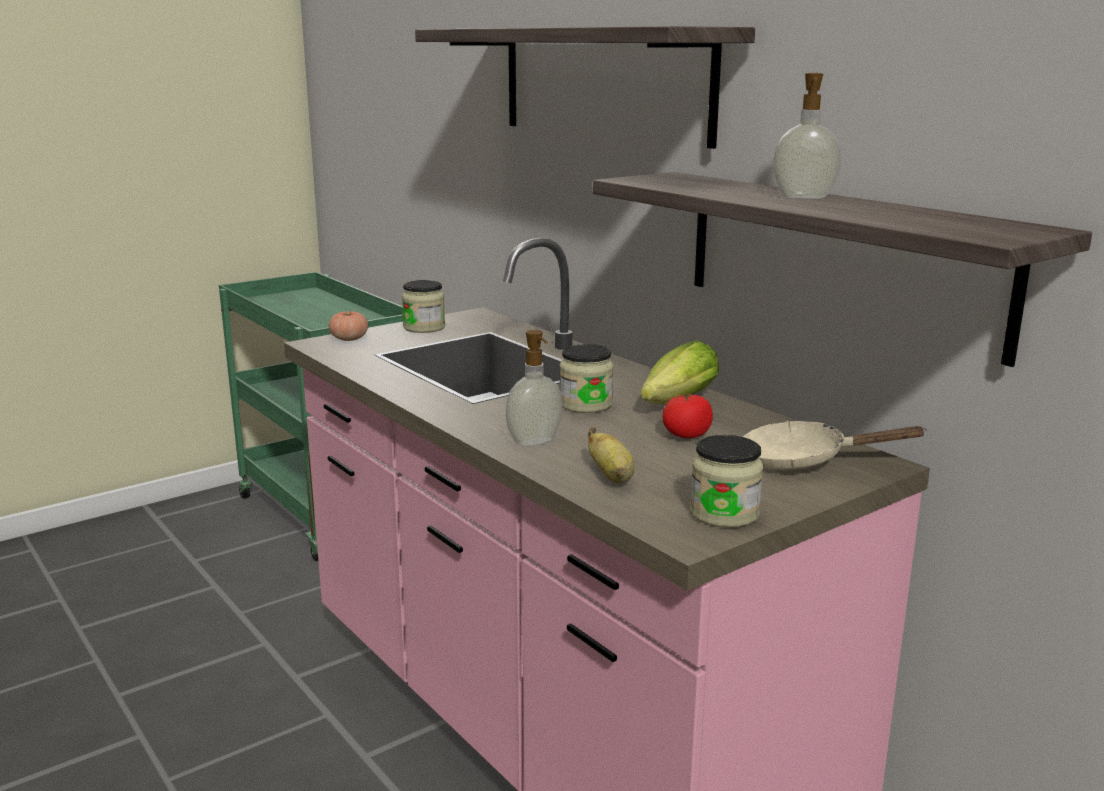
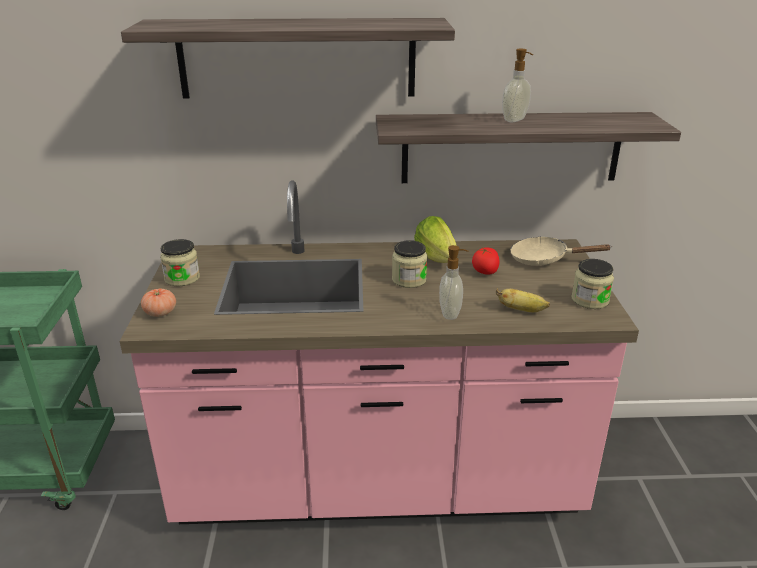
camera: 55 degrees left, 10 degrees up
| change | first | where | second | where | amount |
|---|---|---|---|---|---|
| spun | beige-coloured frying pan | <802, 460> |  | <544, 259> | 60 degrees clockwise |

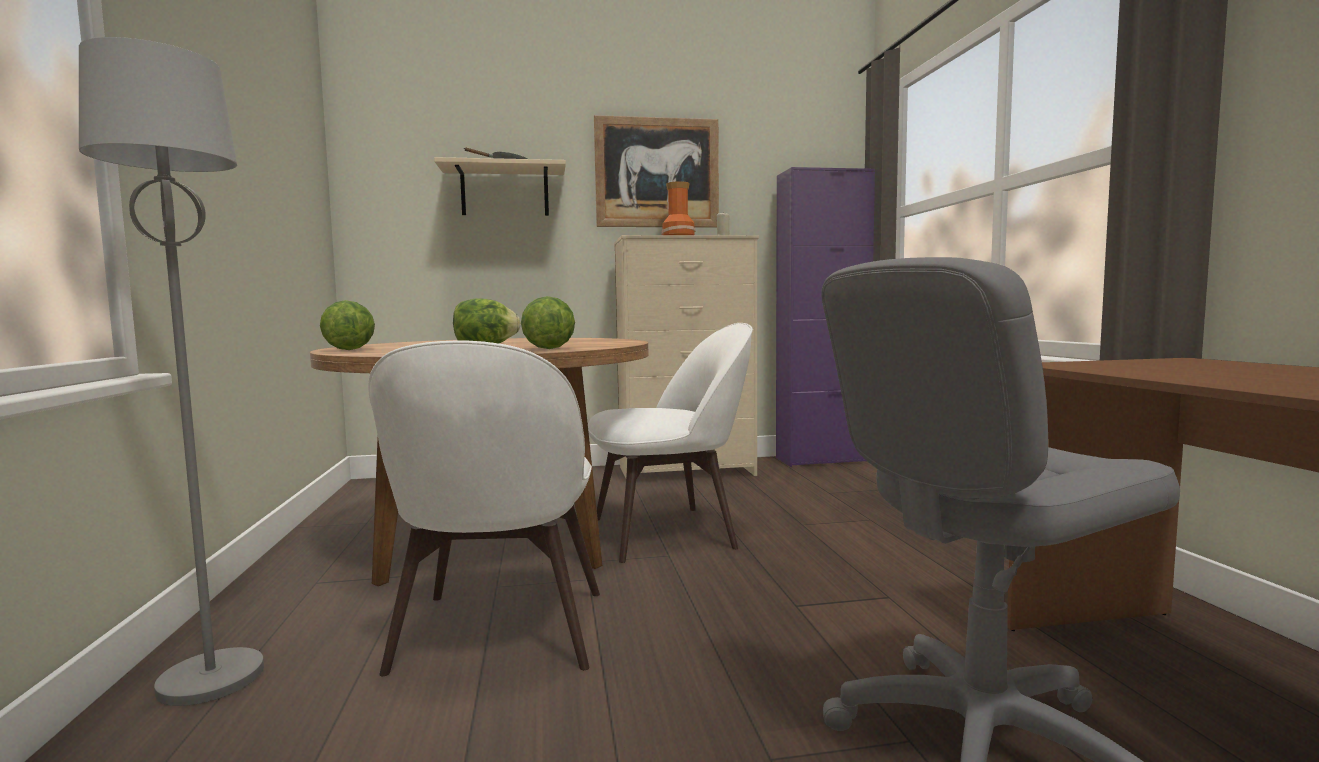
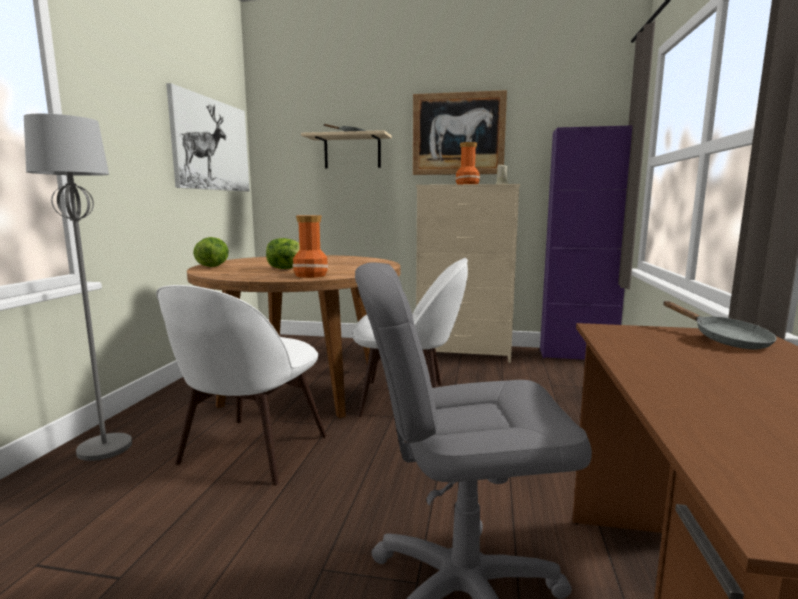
camera: 20 degrees right, 5 degrees up
| change | first | where | second | where | amount |
|---|---|---|---|---|---|
| exchanged | lettuce | <548, 348> | flower vase | <310, 275> |  |
| appeared |  |  | wall art | <211, 145> |  |
| appeared |  |  | greyish frying pan | <724, 340> |  |

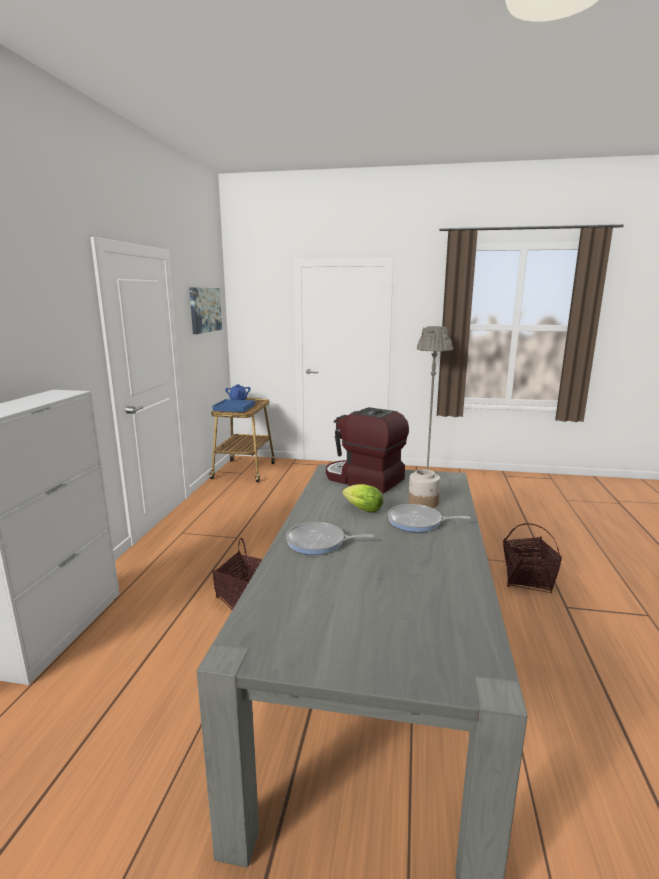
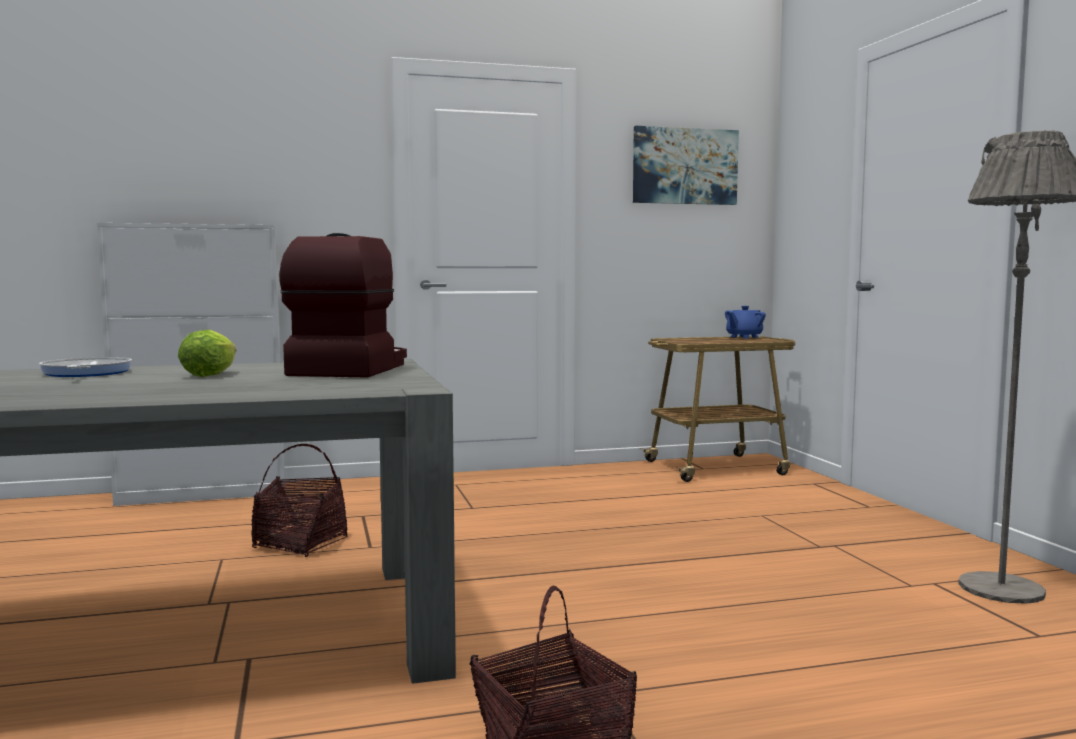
camera: 65 degrees right, 10 degrees down
| change | first | where | second | where | amount |
|---|---|---|---|---|---|
| missing | blue-coloured carrying tray | <234, 408> |  |  |  |
| missing | frying pan | <418, 522> |  |  |  |
| missing | jar | <423, 502> |  |  |  |

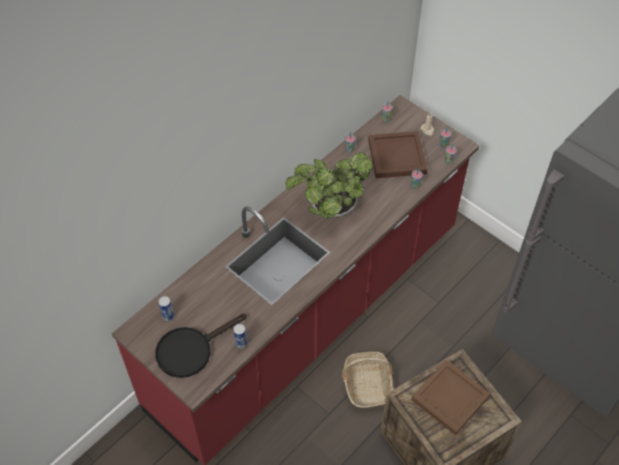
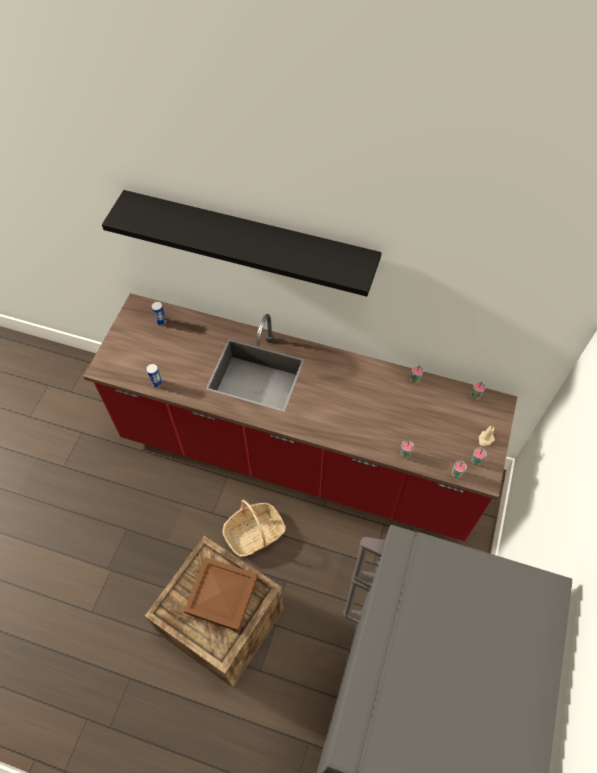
camera: 65 degrees right, 5 degrees up
| change | first | where | second | where | amount |
|---|---|---|---|---|---|
| missing | black-coloured frying pan | <191, 349> |  |  |  |
| missing | plant in a pot | <329, 209> |  |  |  |
| missing | brown-coloured carrying tray | <397, 156> |  |  |  |
| appeared |  |  | black-coloured bracket shelf | <250, 237> |  |

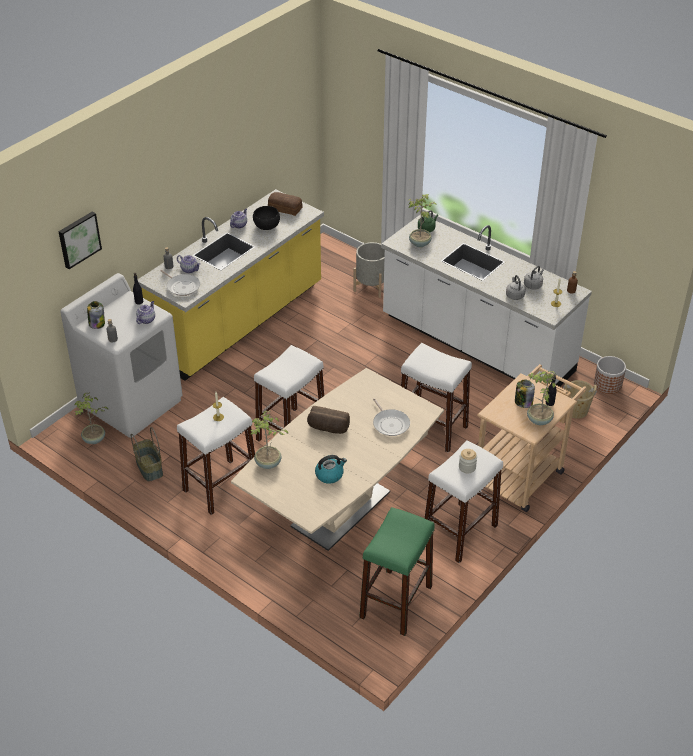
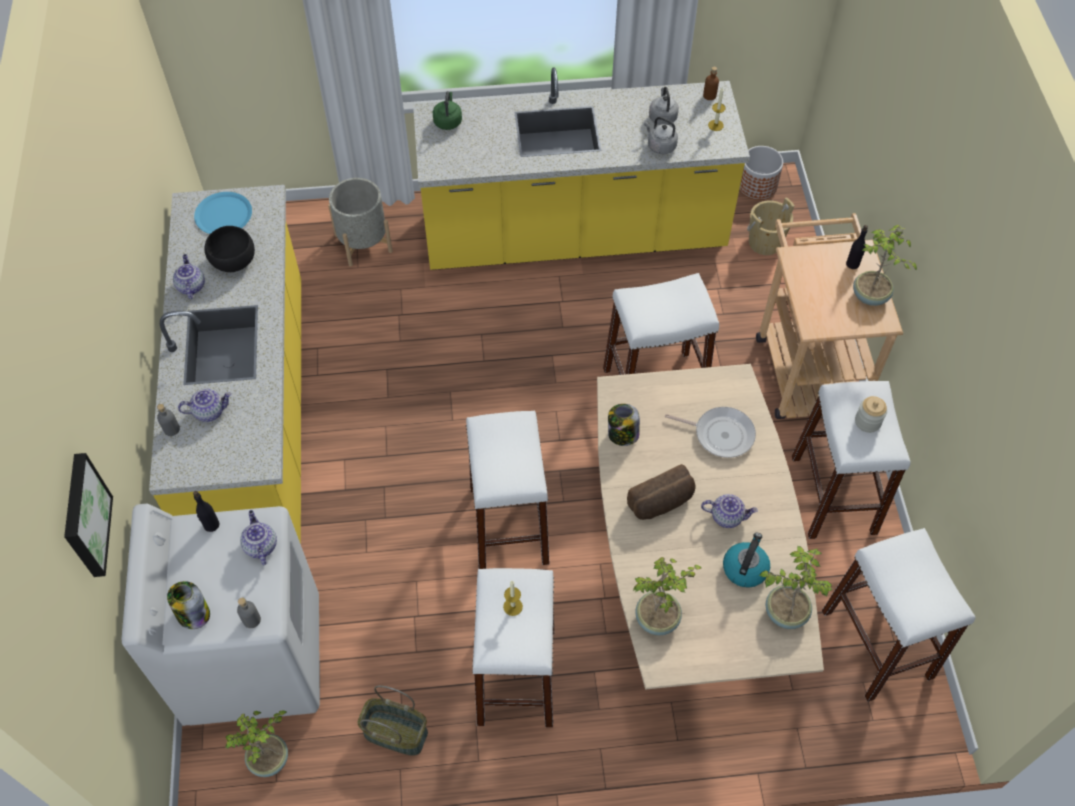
camera: 45 degrees left, 15 degrees up
| change | first | where | second | where | amount |
|---|---|---|---|---|---|
| missing | frying pan | <182, 286> |  |  |  |
| exchanged | bakery bread | <285, 208> | blue-coloured flat dish | <223, 214> |  |
| colour | green sitting stool | <396, 602> | white sitting stool | <877, 644> |  |
| colour | white counter | <476, 345> | yellow-coloured counter | <574, 237> |  |
| relocated | plant in a pot | <420, 243> |  | <785, 611> |  |
| relocated | jar | <523, 402> |  | <622, 435> |  |
| appeared |  |  | pot for tea | <727, 516> |  |

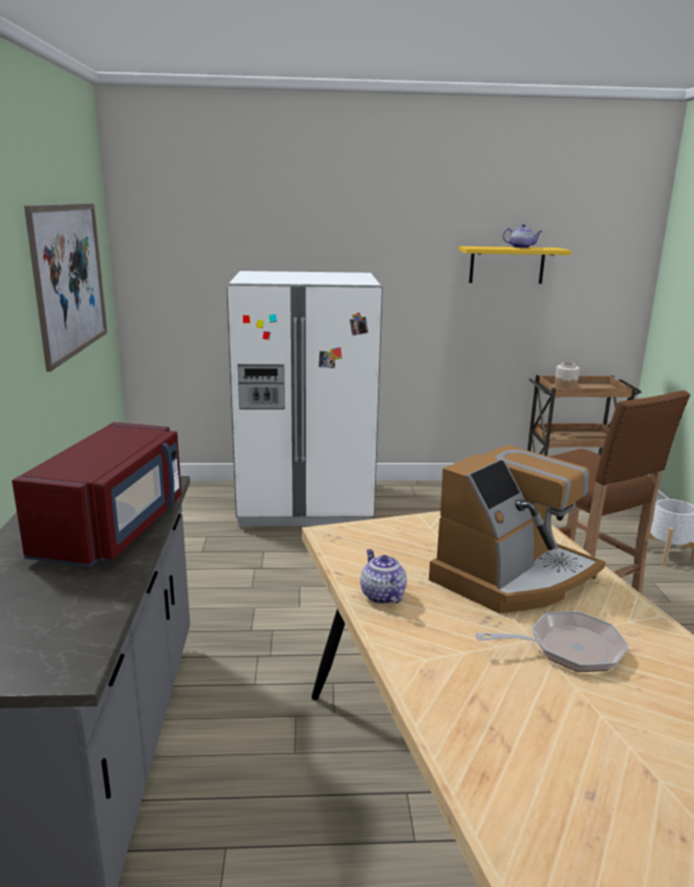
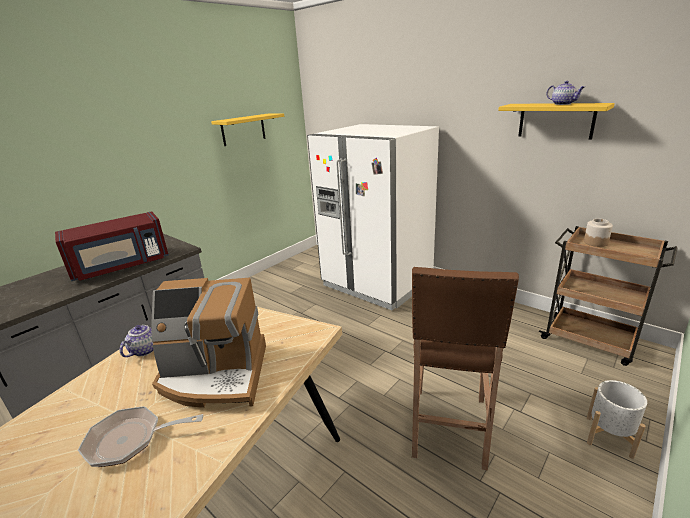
camera: 45 degrees right, 5 degrees up
| change | first | where | second | where | amount |
|---|---|---|---|---|---|
| exchanged | wall art | <70, 279> | yellow-coloured bracket shelf | <243, 129> |  |
| spun | frying pan | <567, 649> |  | <130, 440> | 135 degrees clockwise |

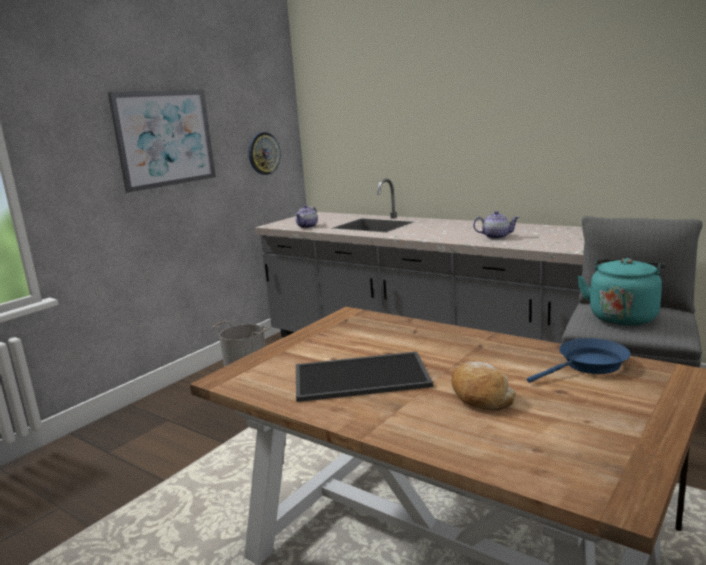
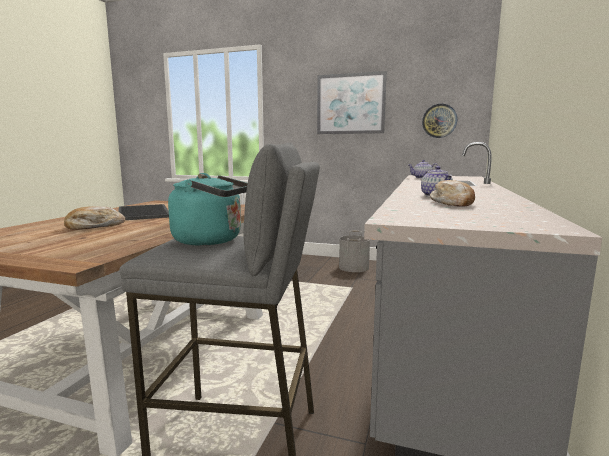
camera: 70 degrees right, 5 degrees down
| change | first | where | second | where | amount |
|---|---|---|---|---|---|
| missing | blue-coloured frying pan | <588, 365> |  |  |  |
| appeared |  |  | bakery bread | <452, 203> |  |

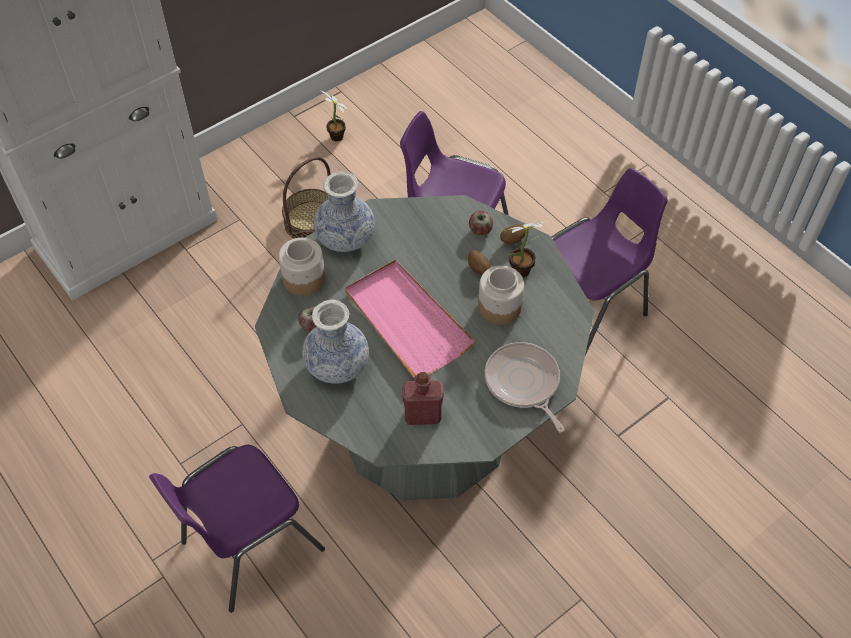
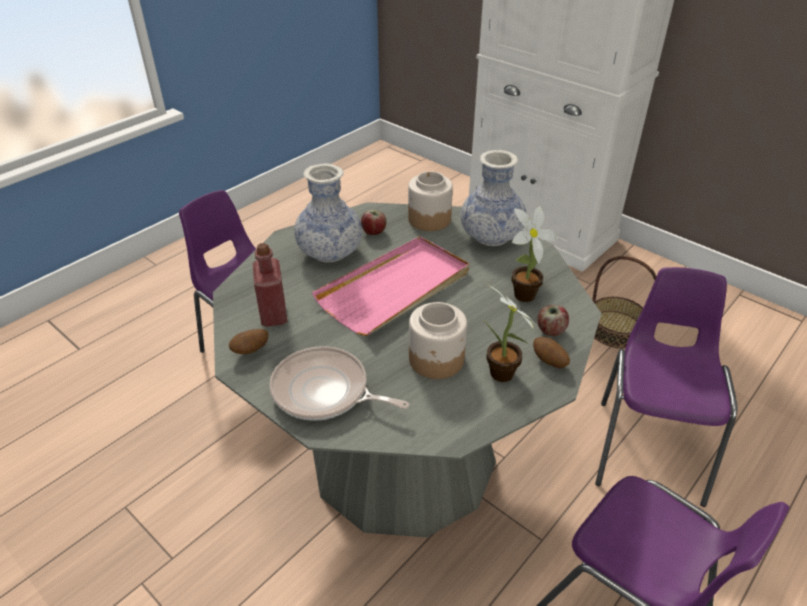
camera: 80 degrees right, 15 degrees down
| change | first | where | second | where | amount |
|---|---|---|---|---|---|
| relocated | plant in a pot | <337, 138> |  | <521, 296> |  |
| relocated | potato | <478, 269> |  | <251, 351> |  |
| spun | frying pan | <523, 383> |  | <325, 392> | 120 degrees counterclockwise |

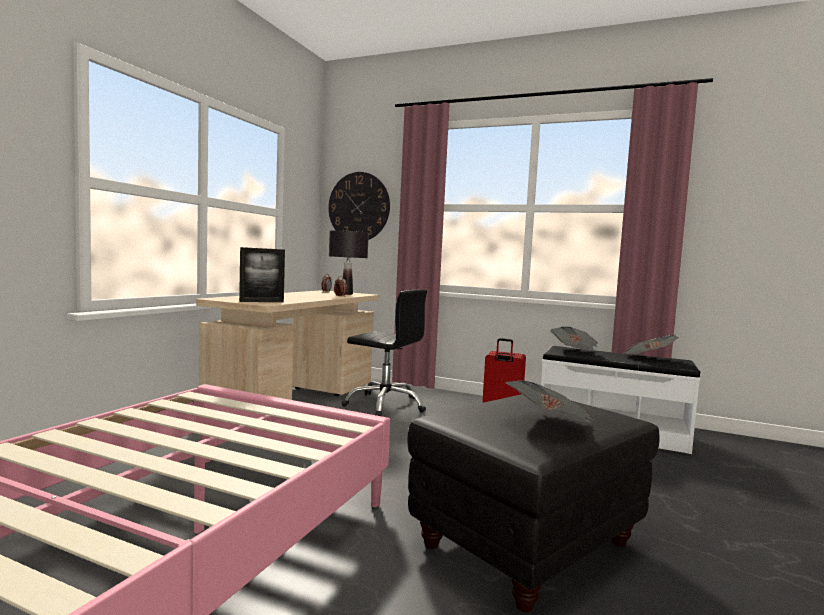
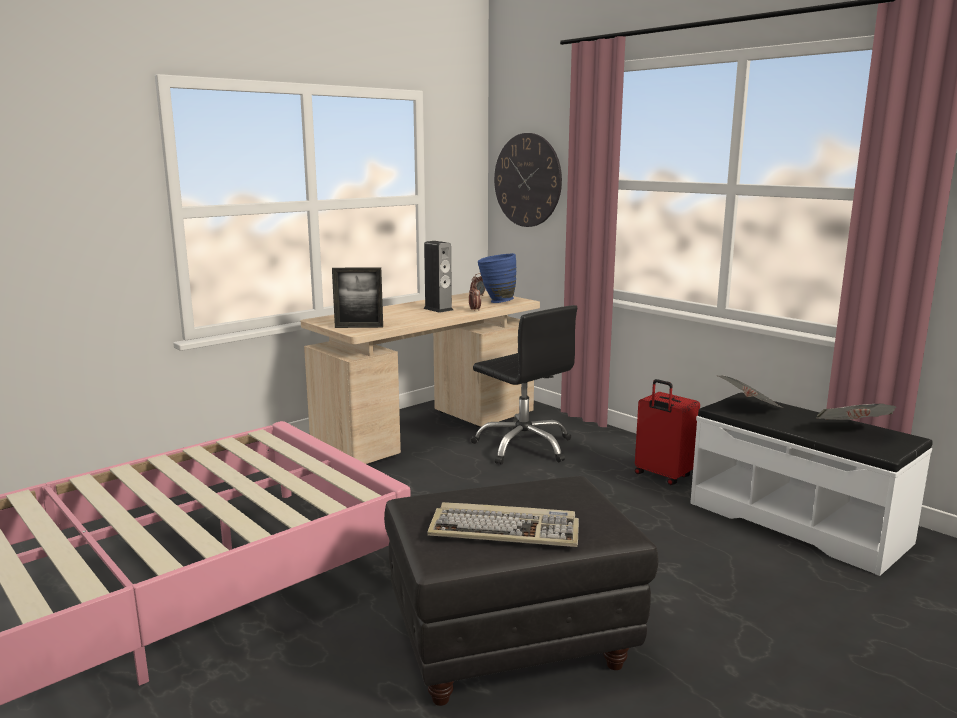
camera: 25 degrees right, 10 degrees up
| change | first | where | second | where | amount |
|---|---|---|---|---|---|
| exchanged | black-coloured lamp for a table | <347, 294> | blue-coloured flower vase | <496, 302> |  |
| exchanged | daily paper | <550, 426> | PC keyboard | <505, 530> |  |
| appeared |  |  | speaker | <438, 309> |  |

